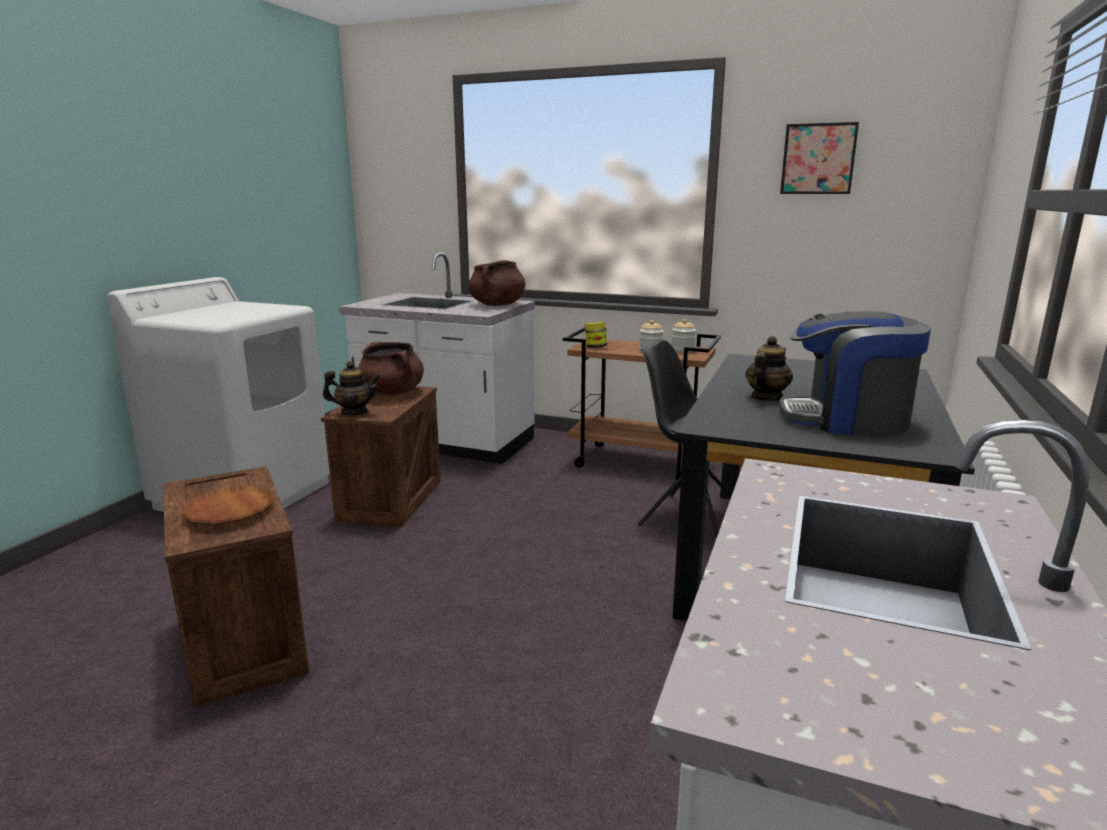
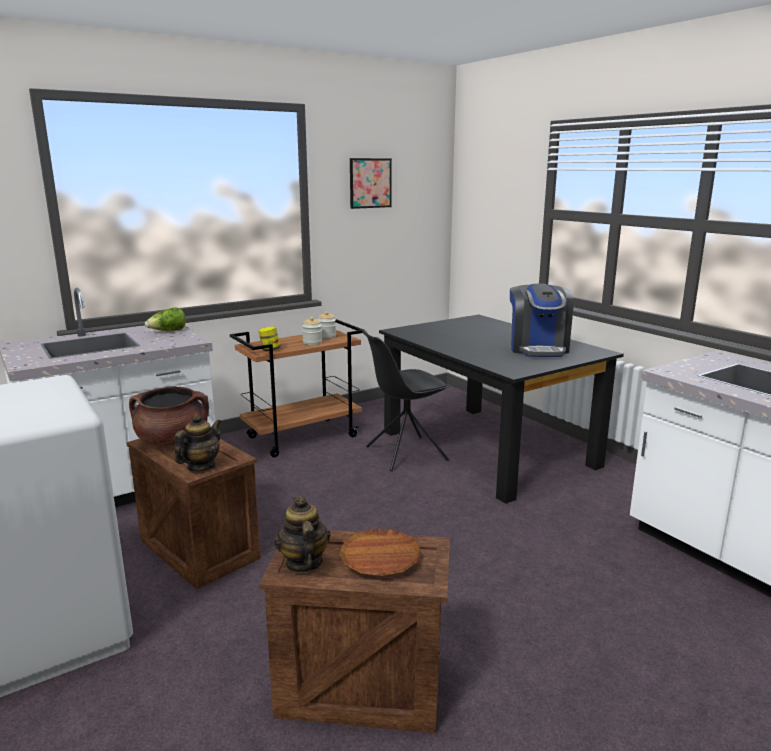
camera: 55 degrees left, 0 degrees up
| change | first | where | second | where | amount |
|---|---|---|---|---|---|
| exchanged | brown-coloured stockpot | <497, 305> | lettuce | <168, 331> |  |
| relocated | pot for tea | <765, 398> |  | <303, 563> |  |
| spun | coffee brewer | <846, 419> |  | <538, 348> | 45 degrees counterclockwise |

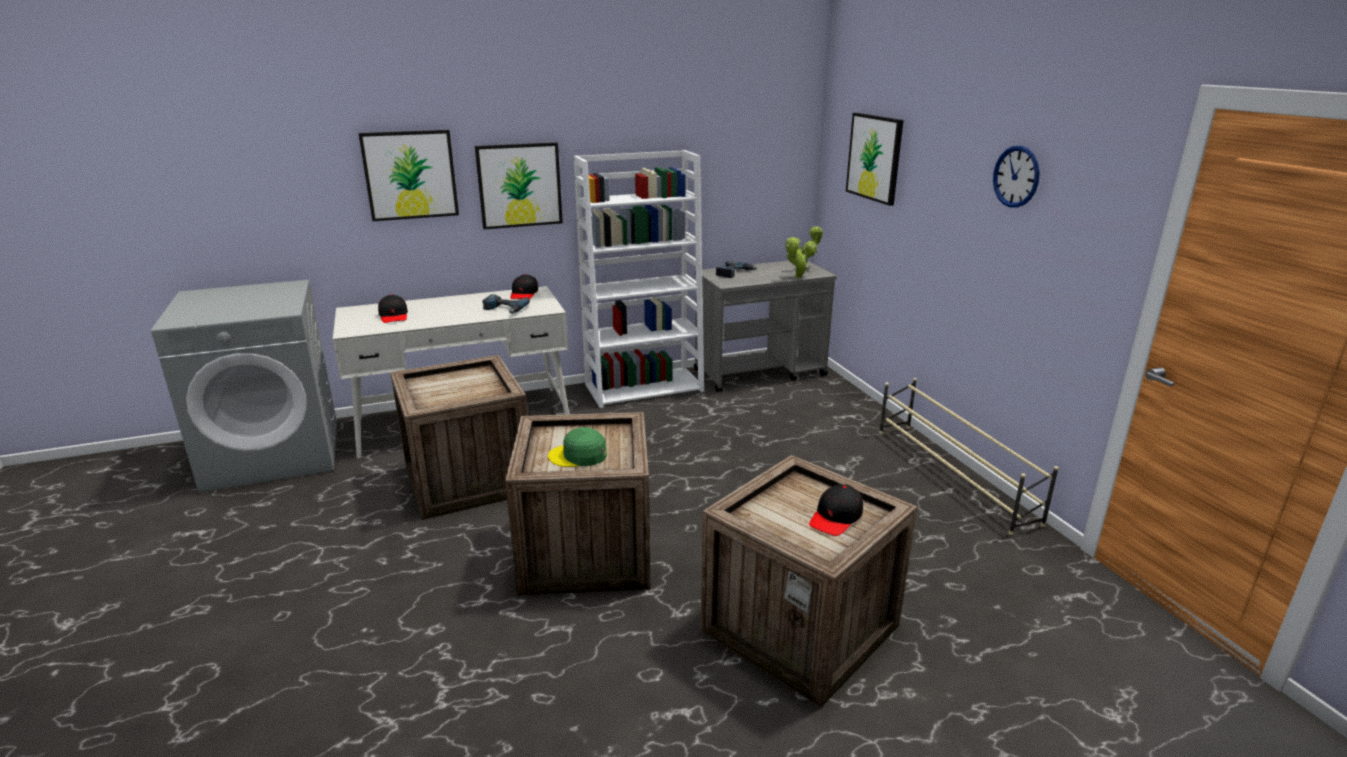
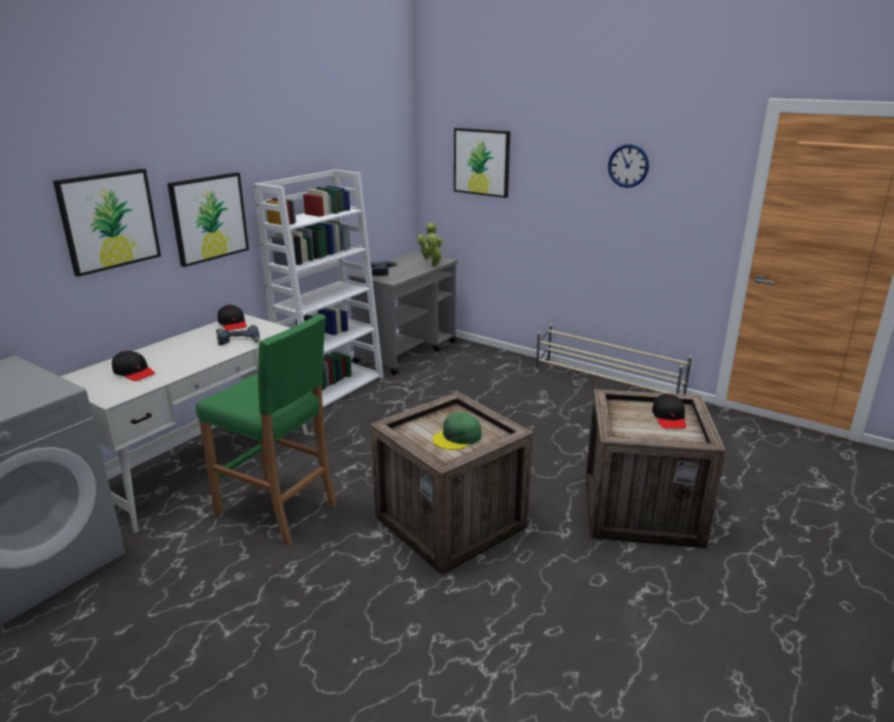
camera: 35 degrees left, 0 degrees up
| change | first | where | second | where | amount |
|---|---|---|---|---|---|
| exchanged | crate | <466, 480> | green sitting stool | <277, 510> |  |

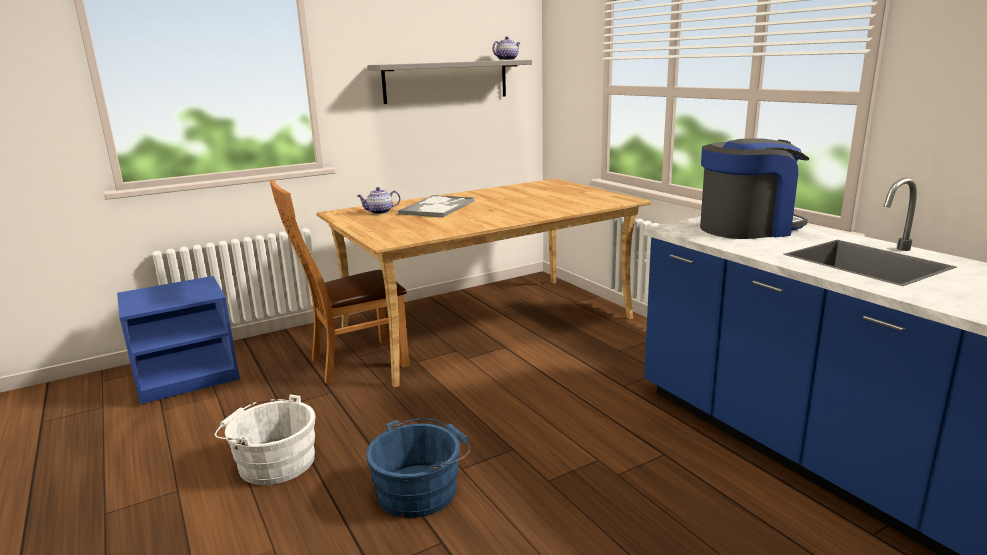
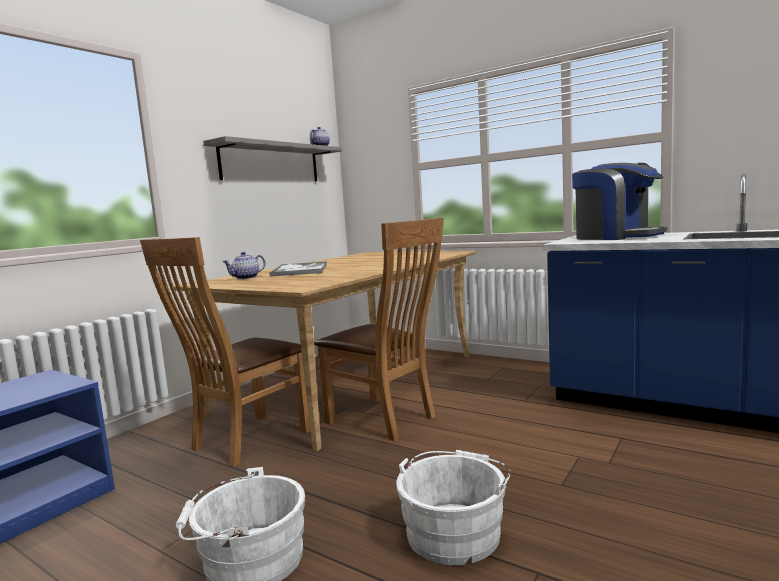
camera: 25 degrees left, 10 degrees down
| change | first | where | second | where | amount |
|---|---|---|---|---|---|
| colour | blue-coloured pail | <421, 489> | white pail | <455, 530> |  |
| spun | coffee brewer | <747, 228> |  | <616, 237> | 90 degrees clockwise |
| appeared |  |  | brown-coloured plain chair | <386, 420> |  |

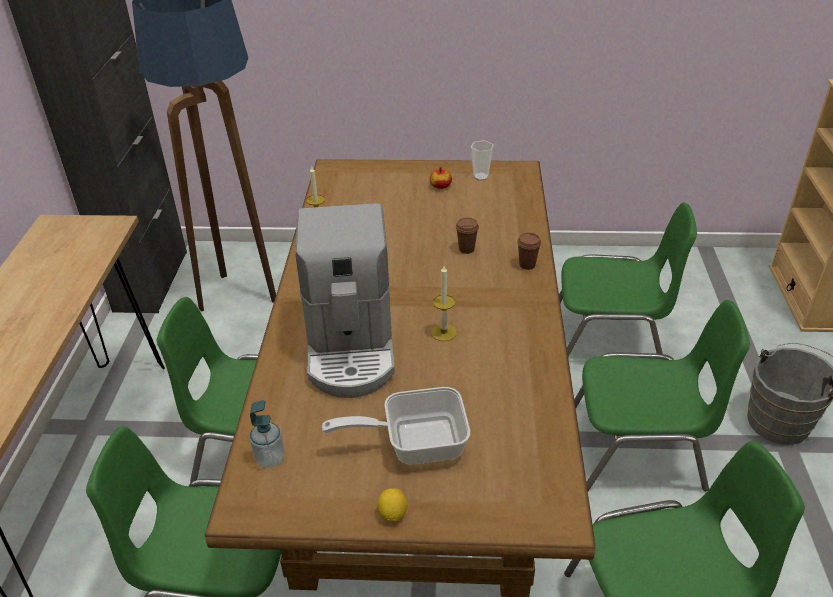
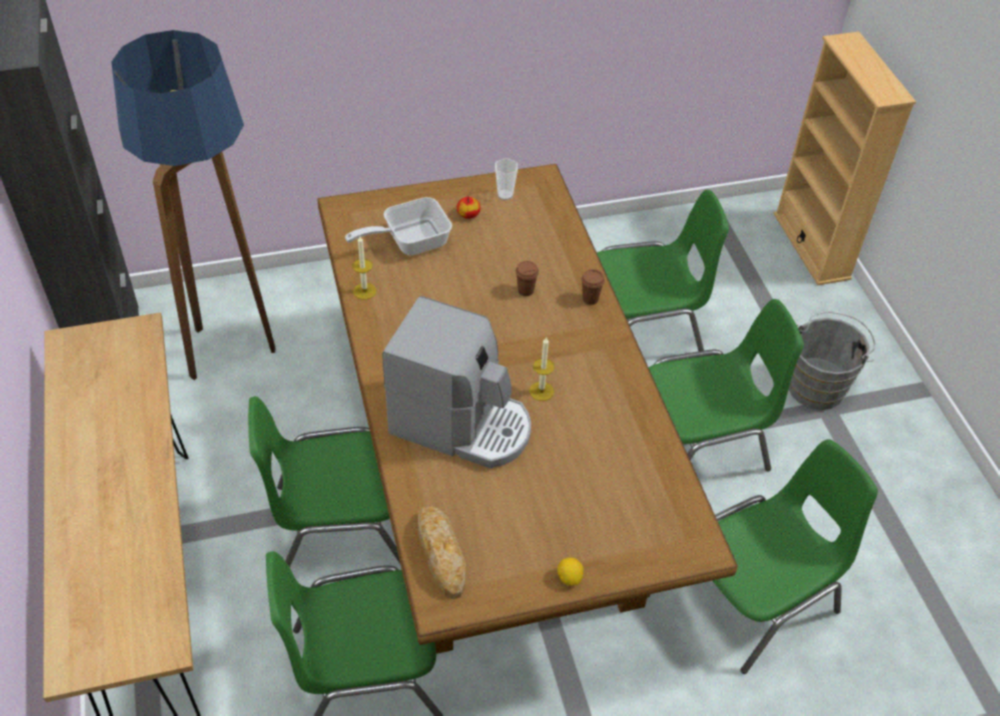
camera: 20 degrees left, 10 degrees up
| change | first | where | second | where | amount |
|---|---|---|---|---|---|
| exchanged | liquid soap bottle | <270, 459> | bakery bread | <441, 554> |  |
| spun | coffee brewer | <351, 347> |  | <462, 424> | 45 degrees counterclockwise |
| relocated | frying pan | <414, 443> |  | <409, 241> |  |

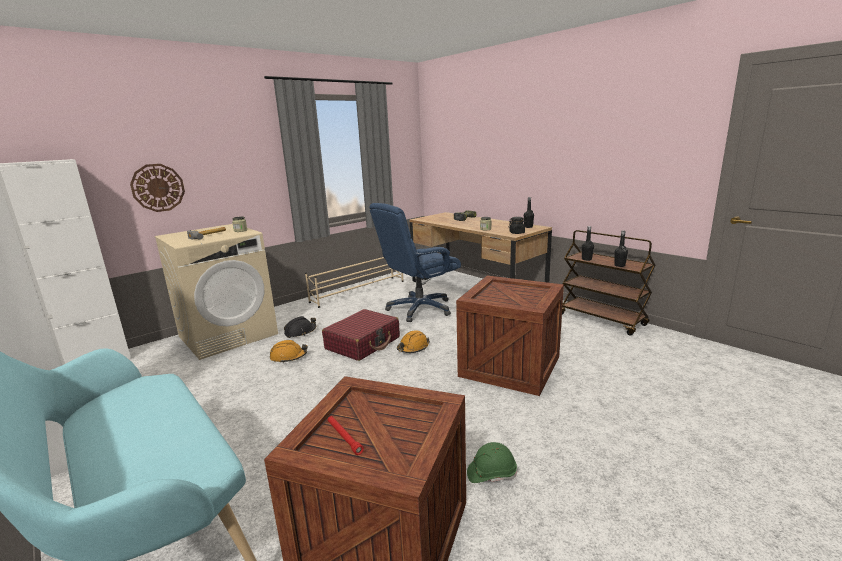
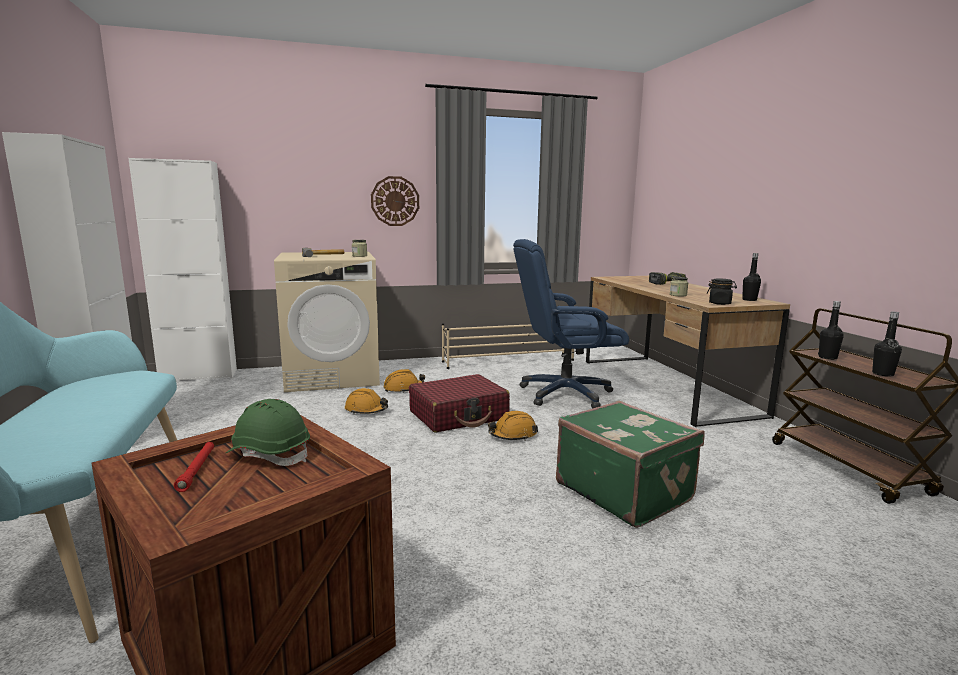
camera: 25 degrees right, 5 degrees down
| change | first | where | second | where | amount |
|---|---|---|---|---|---|
| relocated | wall clock | <158, 187> |  | <395, 201> |  |
| colour | black-coloured safety helmet | <300, 332> | orange-coloured safety helmet | <403, 389> |  |
| exchanged | crate | <508, 366> | green piece of luggage | <624, 491> |  |
| relocated | green safety helmet | <491, 474> |  | <269, 454> |  |

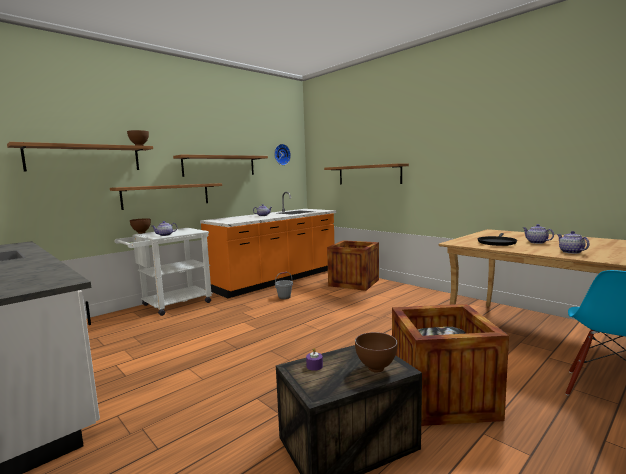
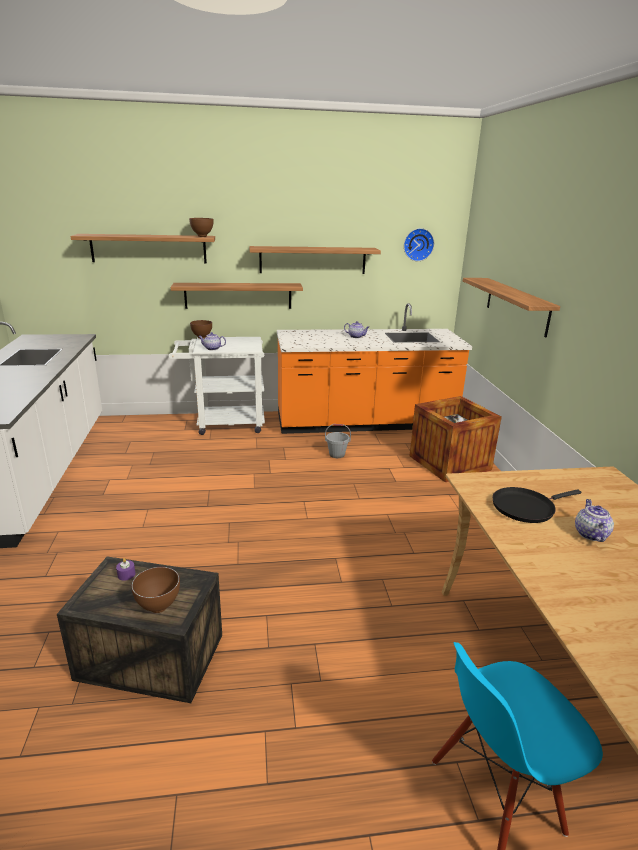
camera: 35 degrees right, 15 degrees up
| change | first | where | second | where | amount |
|---|---|---|---|---|---|
| missing | crate | <442, 397> |  |  |  |
| missing | pot for tea | <570, 252> |  |  |  |

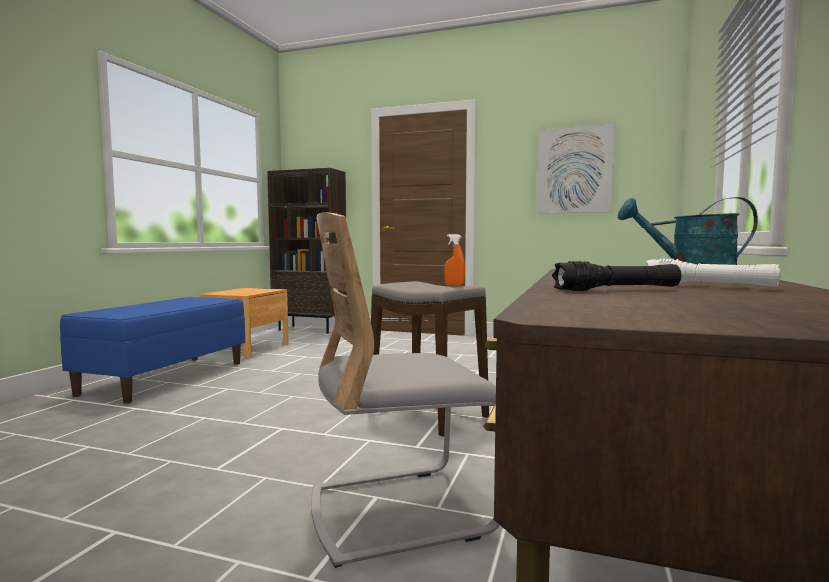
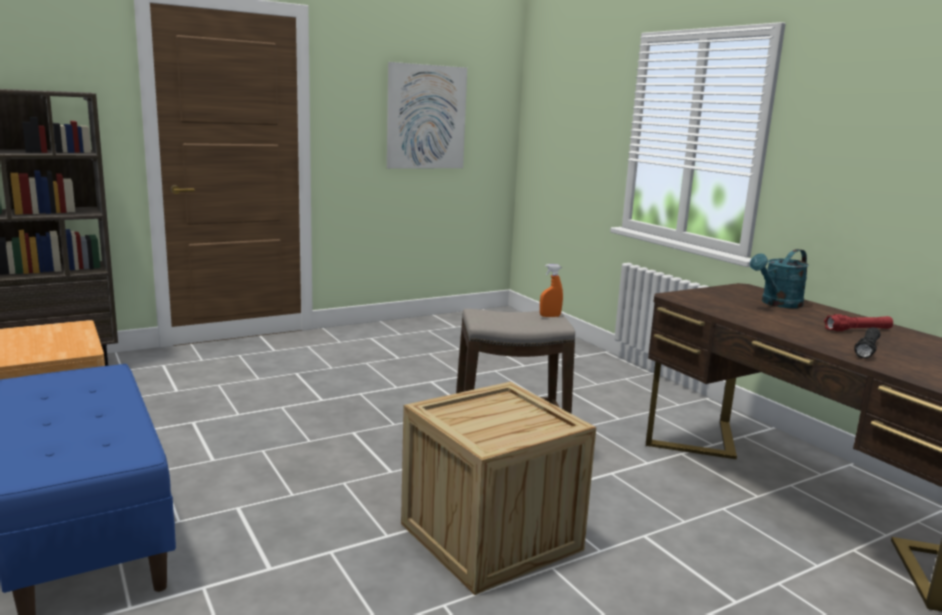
camera: 50 degrees left, 10 degrees up
| change | first | where | second | where | amount |
|---|---|---|---|---|---|
| missing | greyish plain chair | <400, 510> |  |  |  |
| colour | white torch | <708, 286> | red torch | <857, 330> |  |
| appeared |  |  | crate | <490, 536> |  |

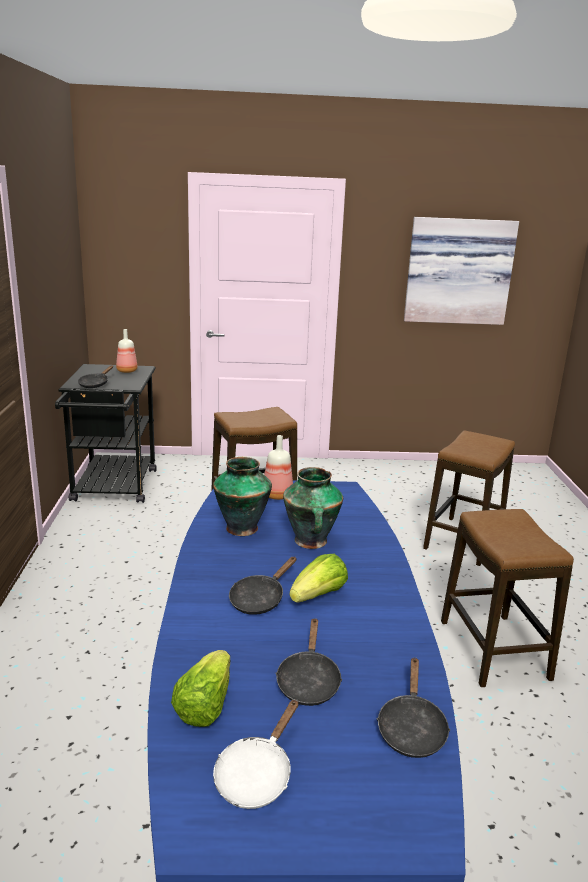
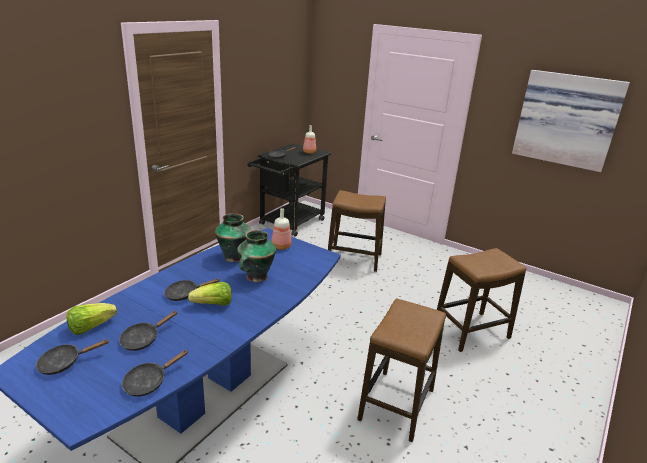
camera: 35 degrees right, 5 degrees up
| change | first | where | second | where | amount |
|---|---|---|---|---|---|
| colour | white frying pan | <256, 775> | black-coloured frying pan | <64, 363> |  |

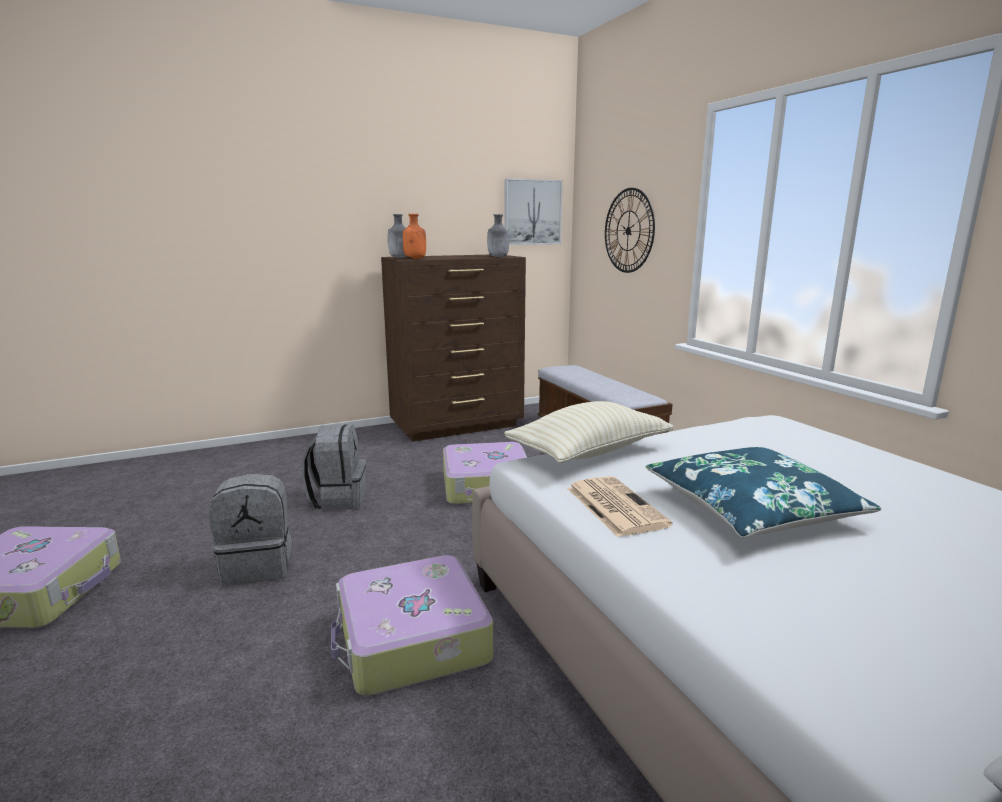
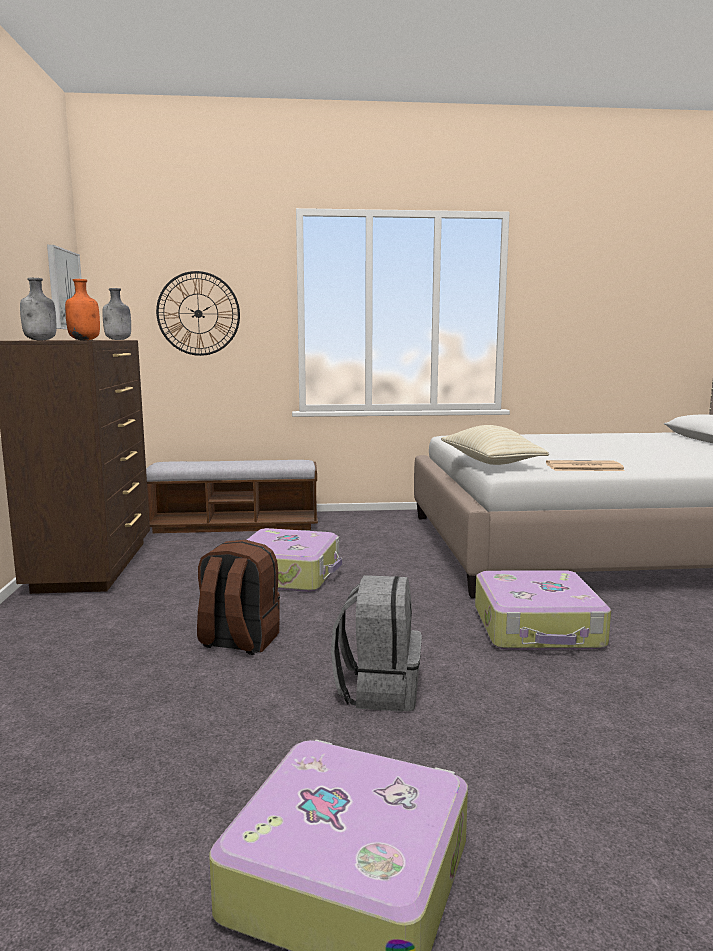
camera: 70 degrees left, 5 degrees down
| change | first | where | second | where | amount |
|---|---|---|---|---|---|
| colour | greyish backpack | <338, 499> | brown-coloured backpack | <238, 641> |  |
| missing | blue-coloured pillow | <751, 509> |  |  |  |

